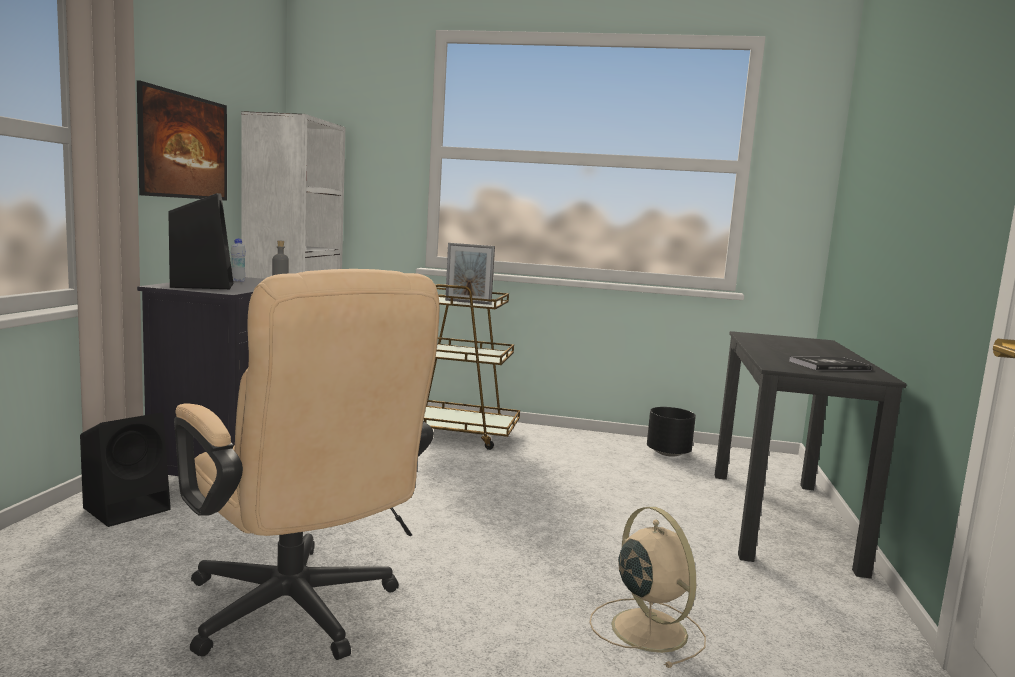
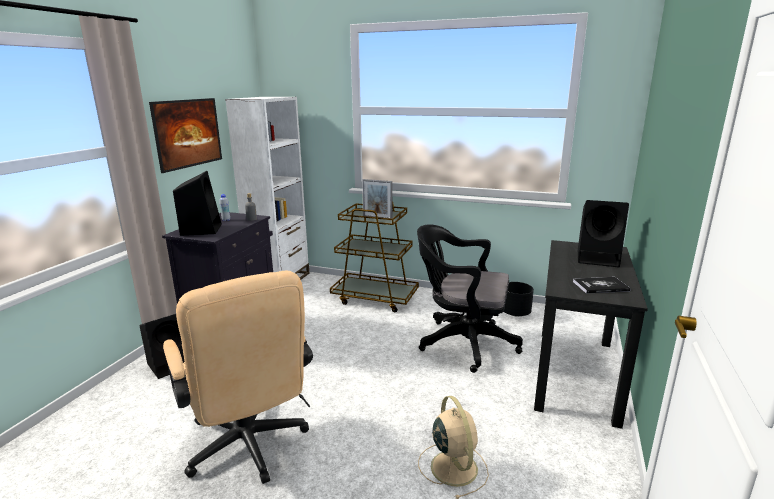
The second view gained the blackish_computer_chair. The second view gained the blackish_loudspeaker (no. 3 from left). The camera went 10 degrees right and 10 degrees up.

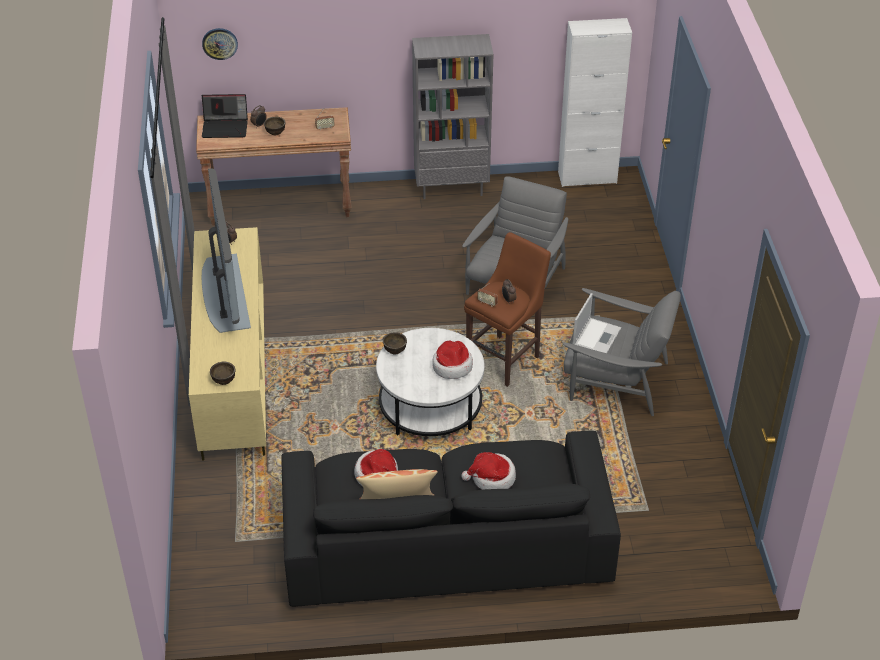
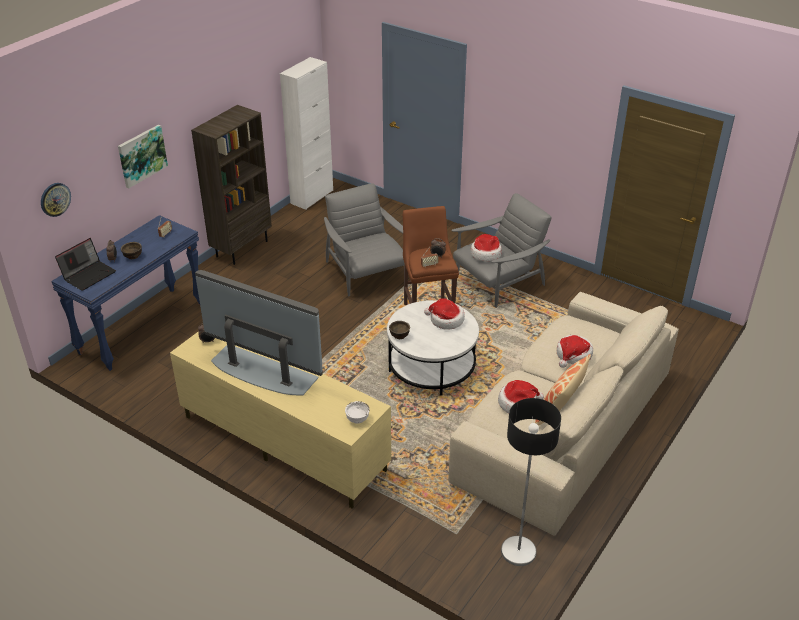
What was the brownish_hall_table turned into the blue_hall_table. What was the brownish_bowl (no. 1 from left) turned into the white-coloured_bowl. What was the blackish_couch turned into the beige-coloured_couch. What was the grey_bookshelf turned into the brownish_bookshelf. Where the notebook_computer (no. 2 from left) stood, the clothing_hat (no. 2 from left) came to stand. The second view gained the wall_art. The second view gained the standard_lamp. The camera went 50 degrees left and 5 degrees down.

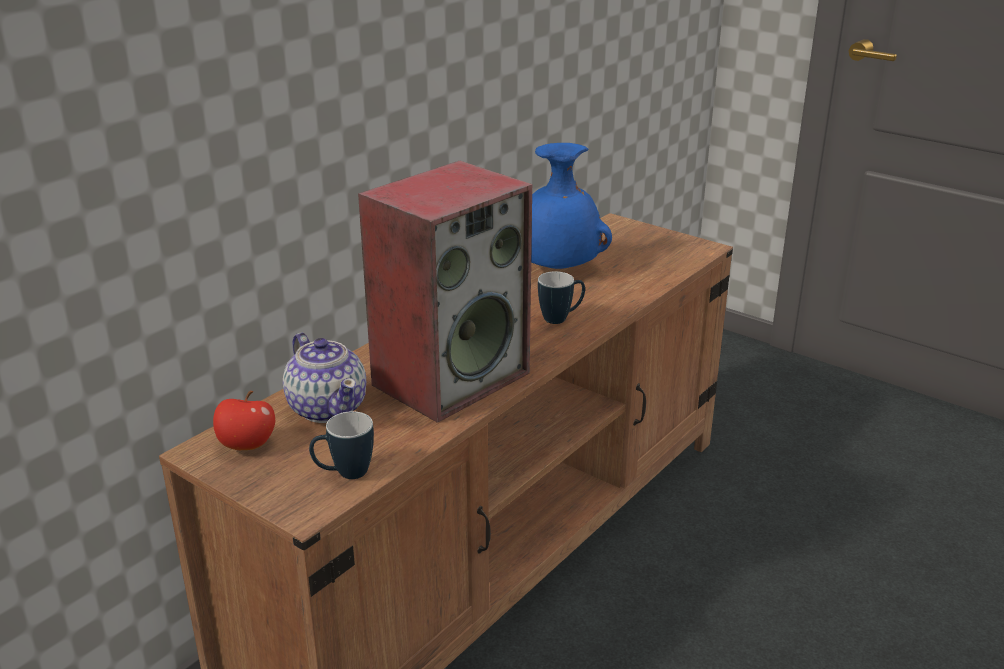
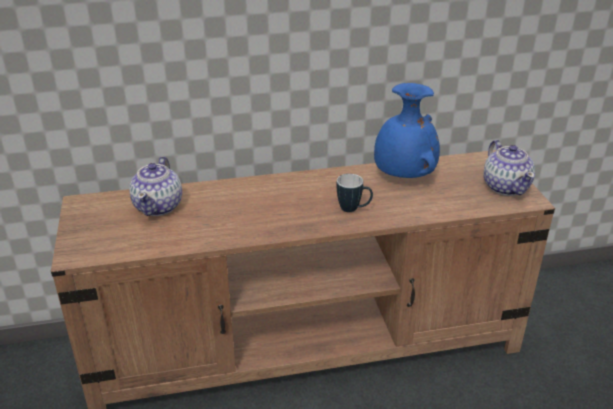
The second view lost the apple_fruit. The second view lost the mug (no. 1 from left). The second view lost the loudspeaker. The second view gained the tea_pot (no. 2 from left). The camera went 40 degrees right and 5 degrees up.

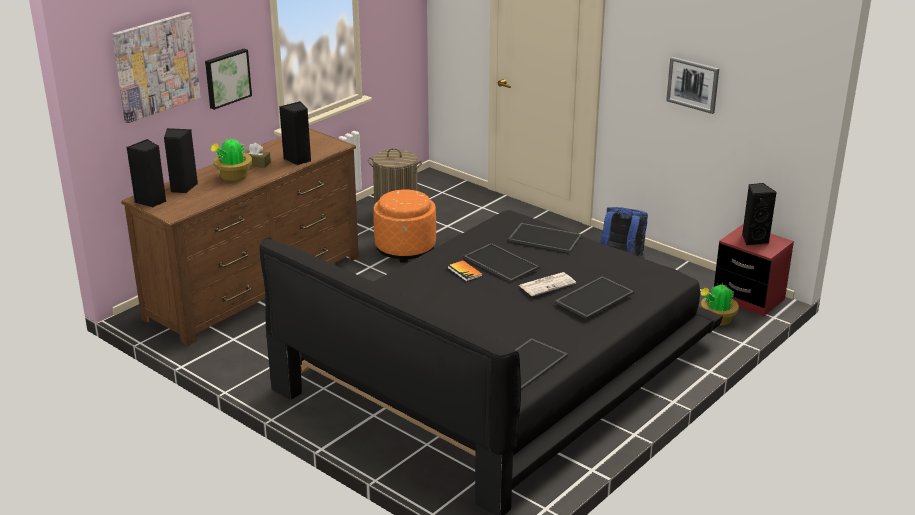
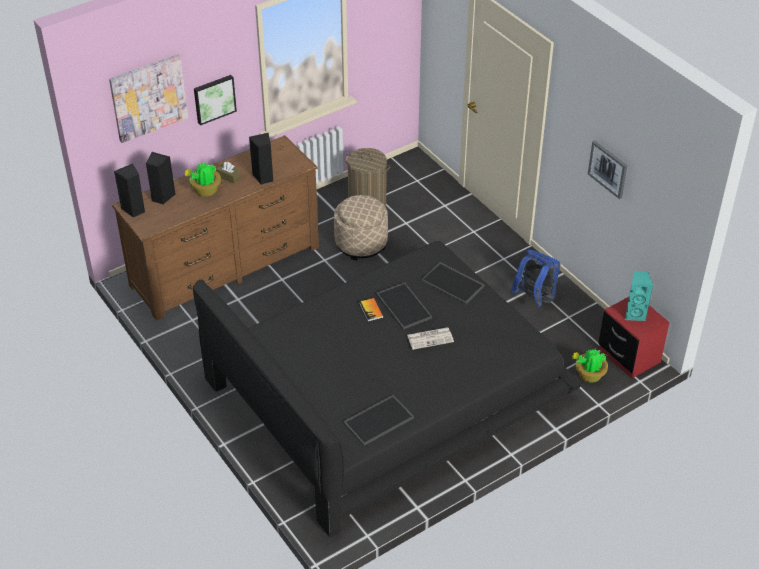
What was the orange-coloured_ottoman turned into the beige-coloured_ottoman. The second view lost the carrying_tray (no. 4 from left). What was the blackish_loudspeaker (no. 4 from left) turned into the turquoise-coloured_loudspeaker. The camera went 15 degrees right and 15 degrees up.

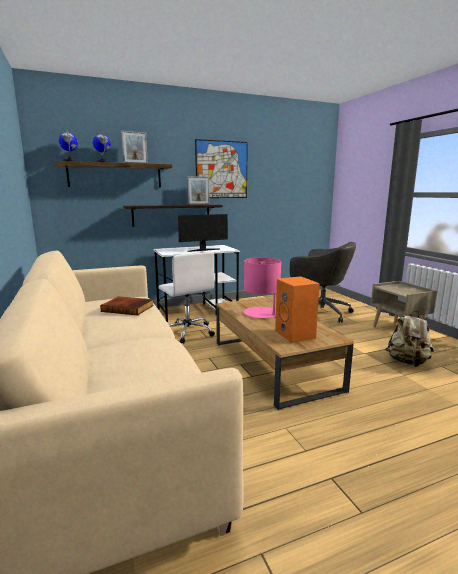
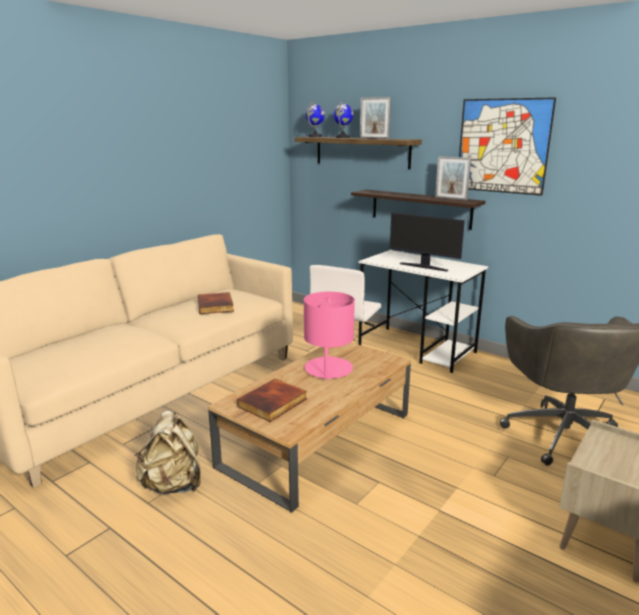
Where the orange-coloured_loudspeaker stood, the bound_book (no. 2 from left) came to stand. The beige-coloured_rucksack ended up elsewhere. The camera went 60 degrees right and 5 degrees up.

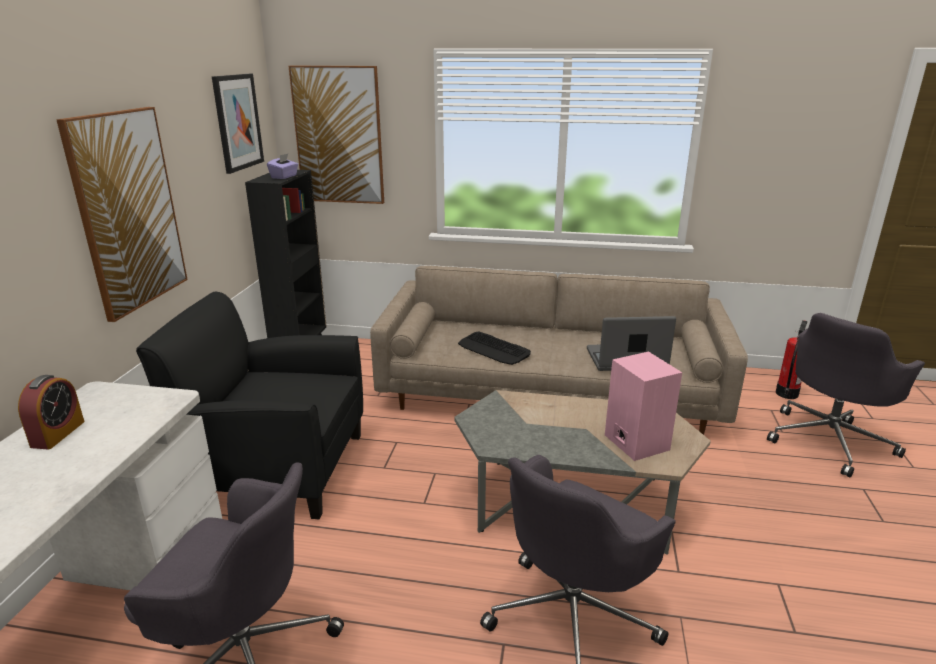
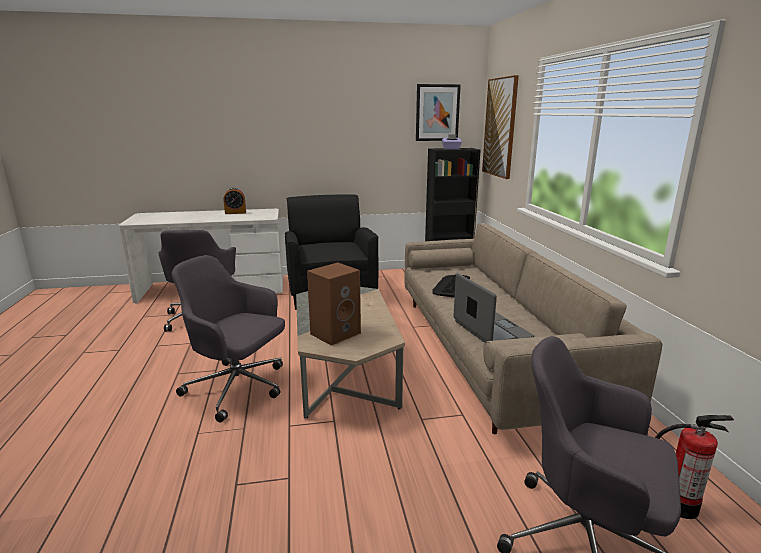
The second view lost the wall_art (no. 1 from left). What was the pink-coloured_loudspeaker turned into the brownish_loudspeaker. The camera went 70 degrees right and 5 degrees down.

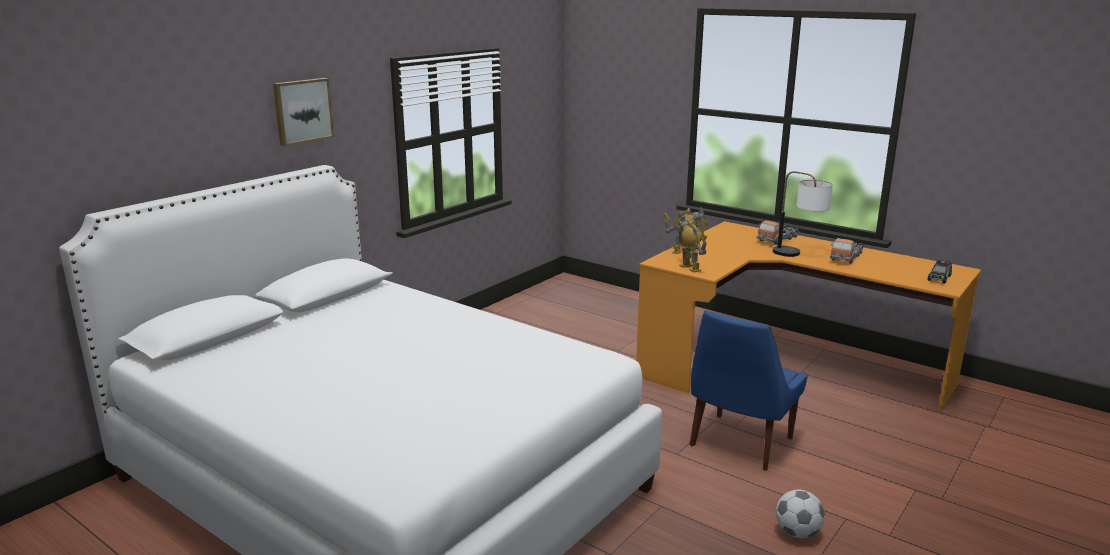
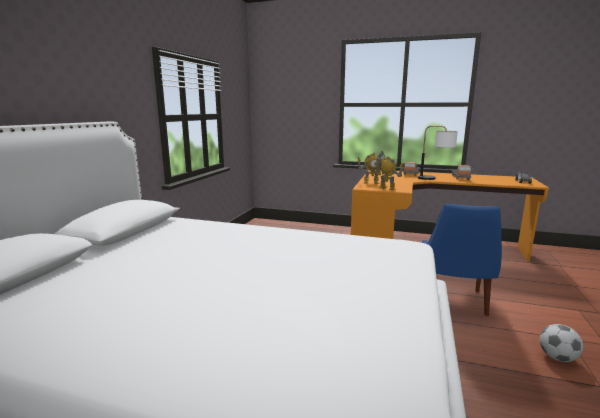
The second view lost the wall_art. The camera went 20 degrees left and 5 degrees down.

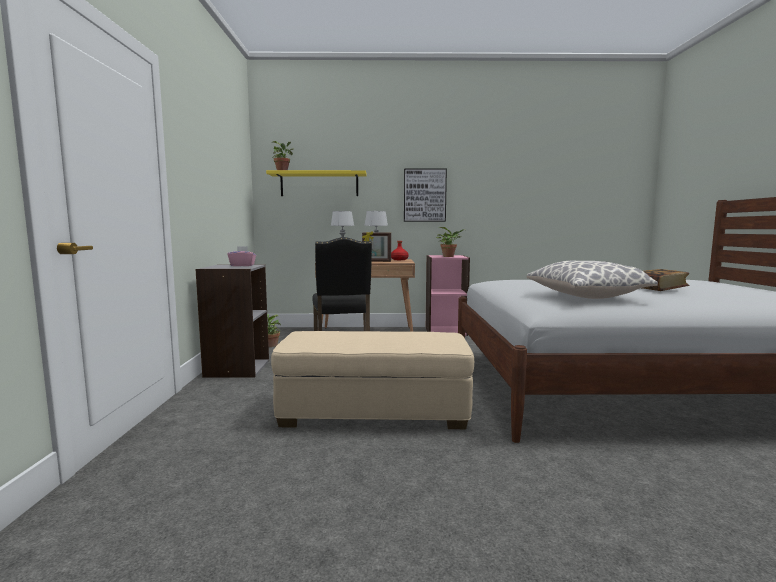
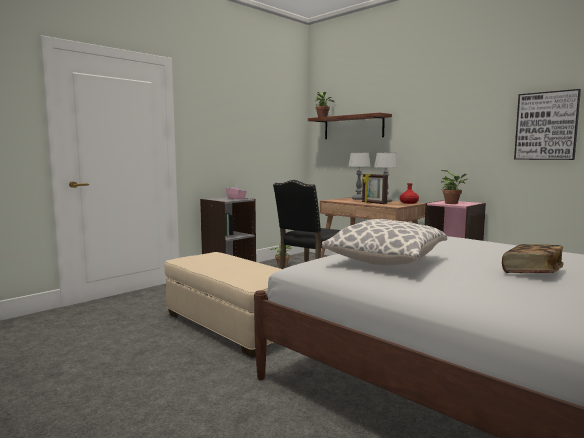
What was the yellow_wall_shelf turned into the brownish_wall_shelf. The wall_art ended up elsewhere. The camera went 45 degrees right and 0 degrees up.

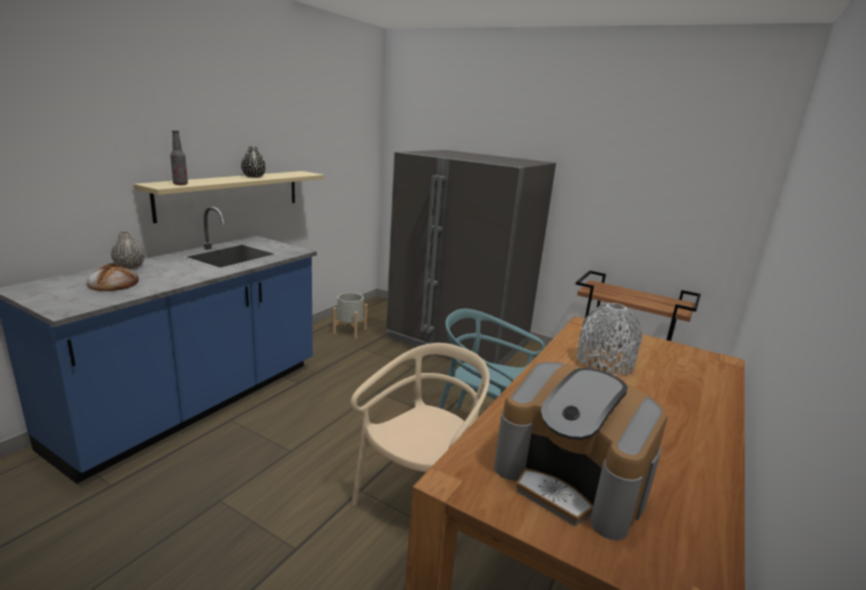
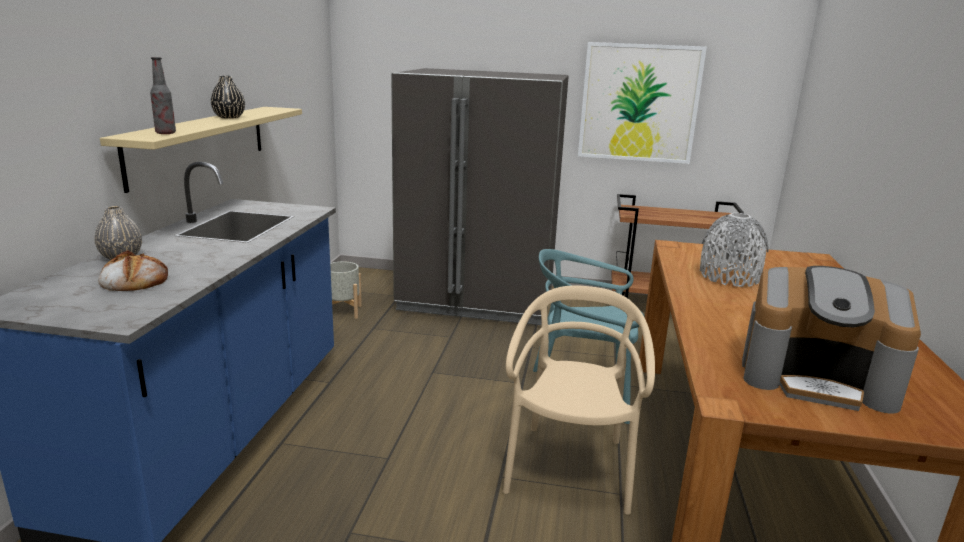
The second view gained the wall_art. The camera went 20 degrees left and 0 degrees up.

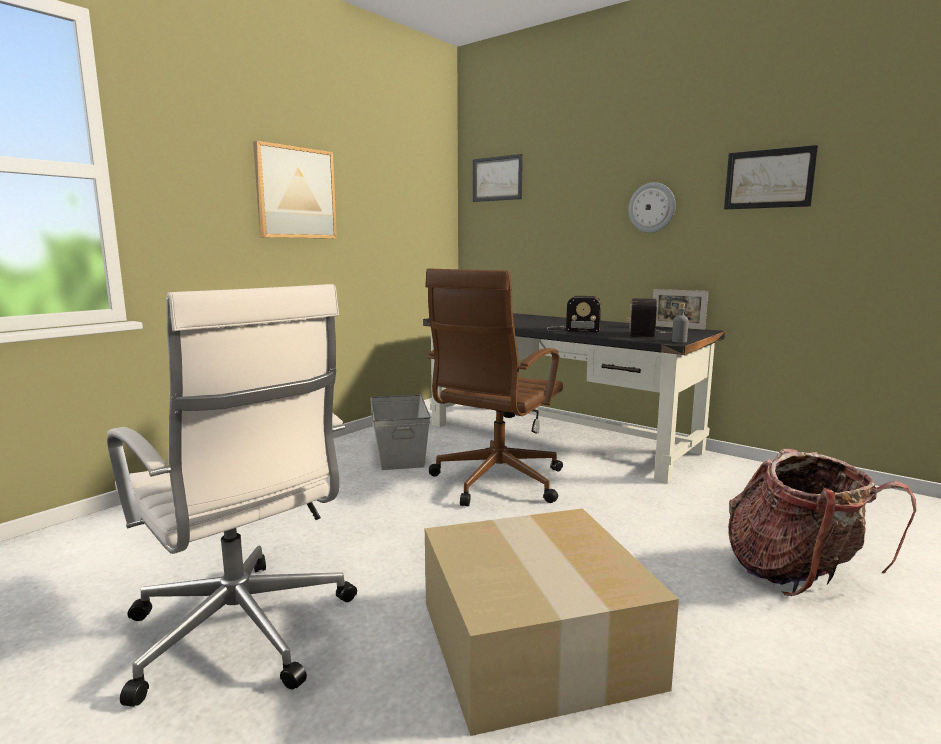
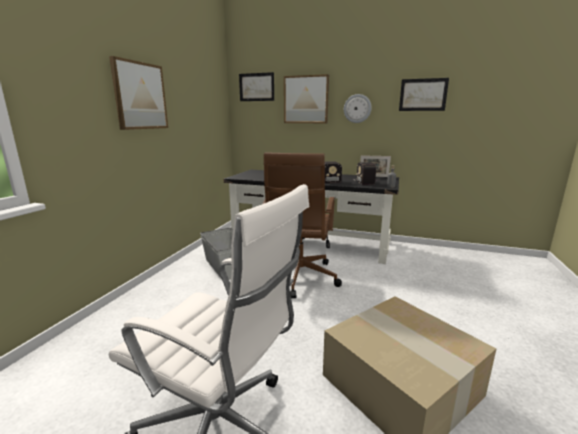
The second view lost the rucksack. The second view gained the wall_art (no. 3 from left). The camera went 20 degrees left and 5 degrees up.

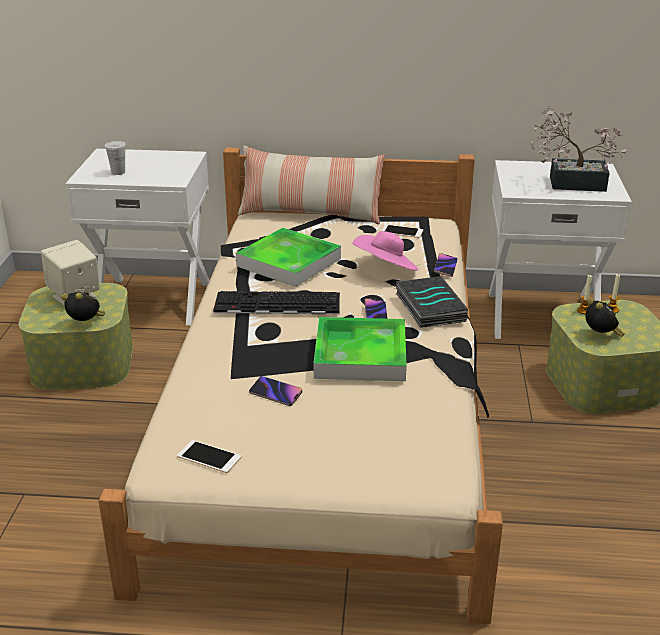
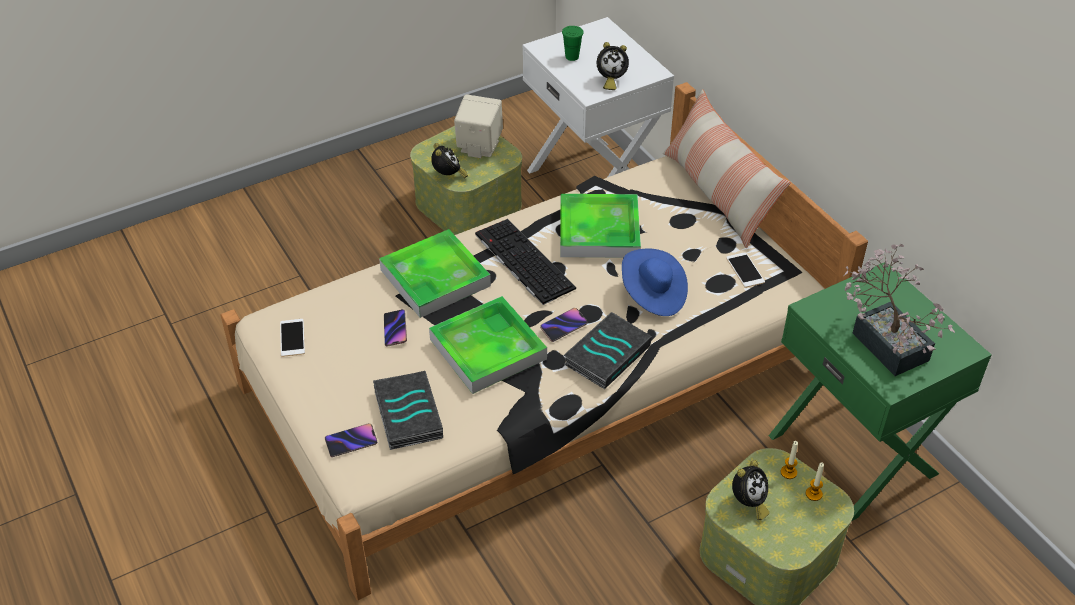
What was the white-coloured_small_cup turned into the green-coloured_small_cup. What was the pink-coloured_clothing_hat turned into the blue_clothing_hat. The telephone (no. 5 from left in the first image) ended up elsewhere. What was the white-coloured_night_table (no. 2 from left) turned into the green-coloured_night_table. The second view gained the bound_book (no. 1 from left). The second view gained the carrying_tray (no. 1 from left). The second view gained the bedside_clock (no. 2 from left). The camera went 55 degrees right and 15 degrees up.

